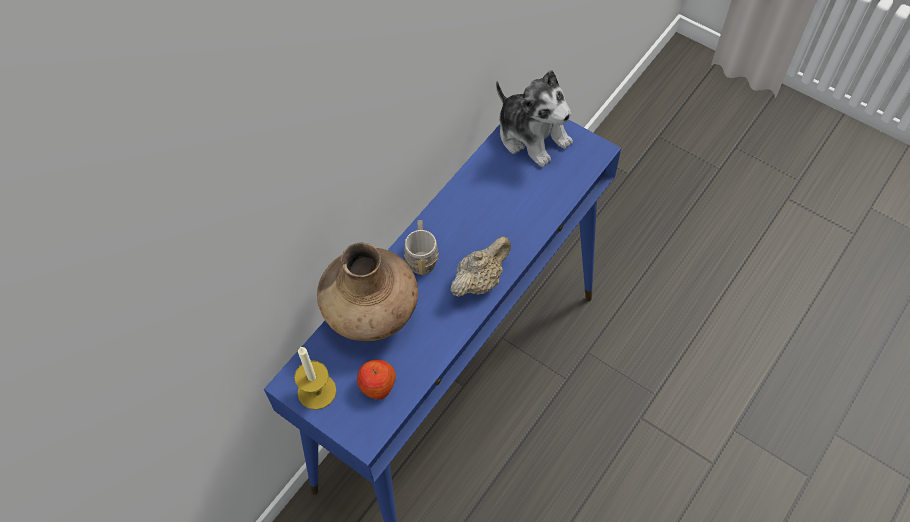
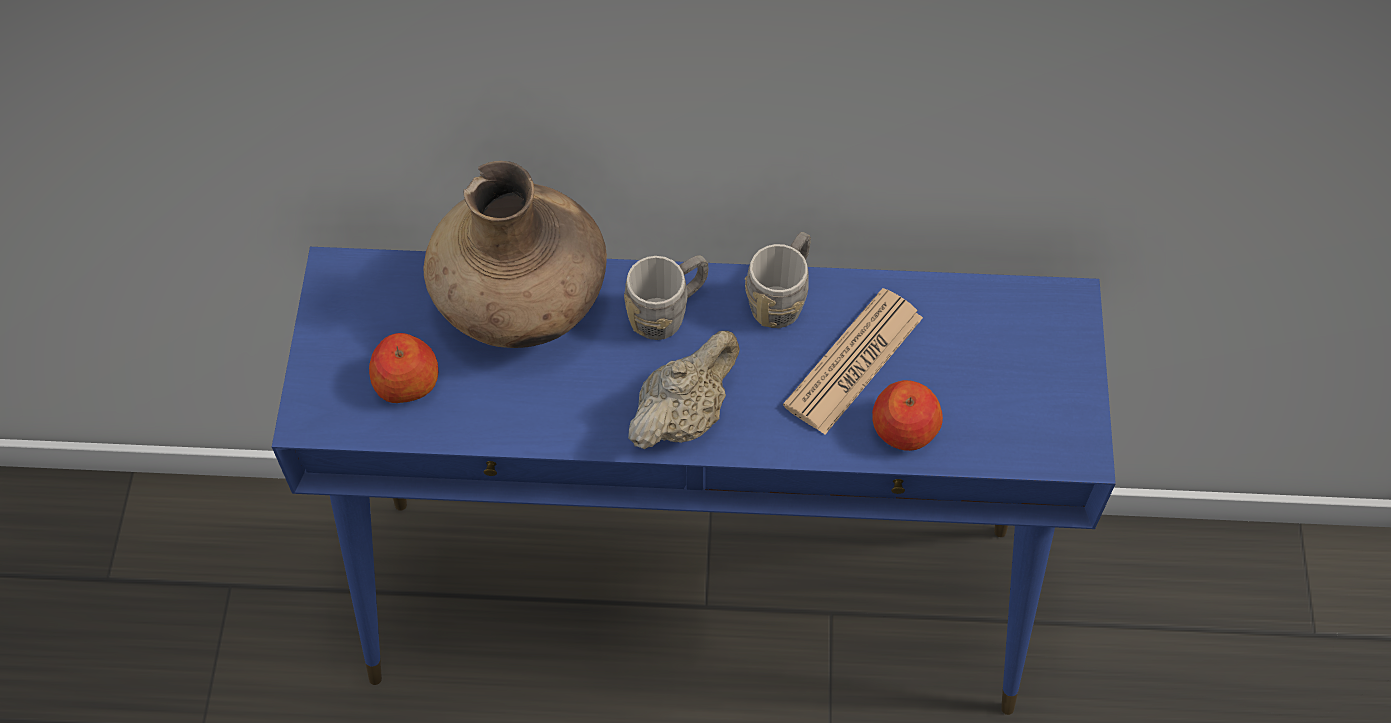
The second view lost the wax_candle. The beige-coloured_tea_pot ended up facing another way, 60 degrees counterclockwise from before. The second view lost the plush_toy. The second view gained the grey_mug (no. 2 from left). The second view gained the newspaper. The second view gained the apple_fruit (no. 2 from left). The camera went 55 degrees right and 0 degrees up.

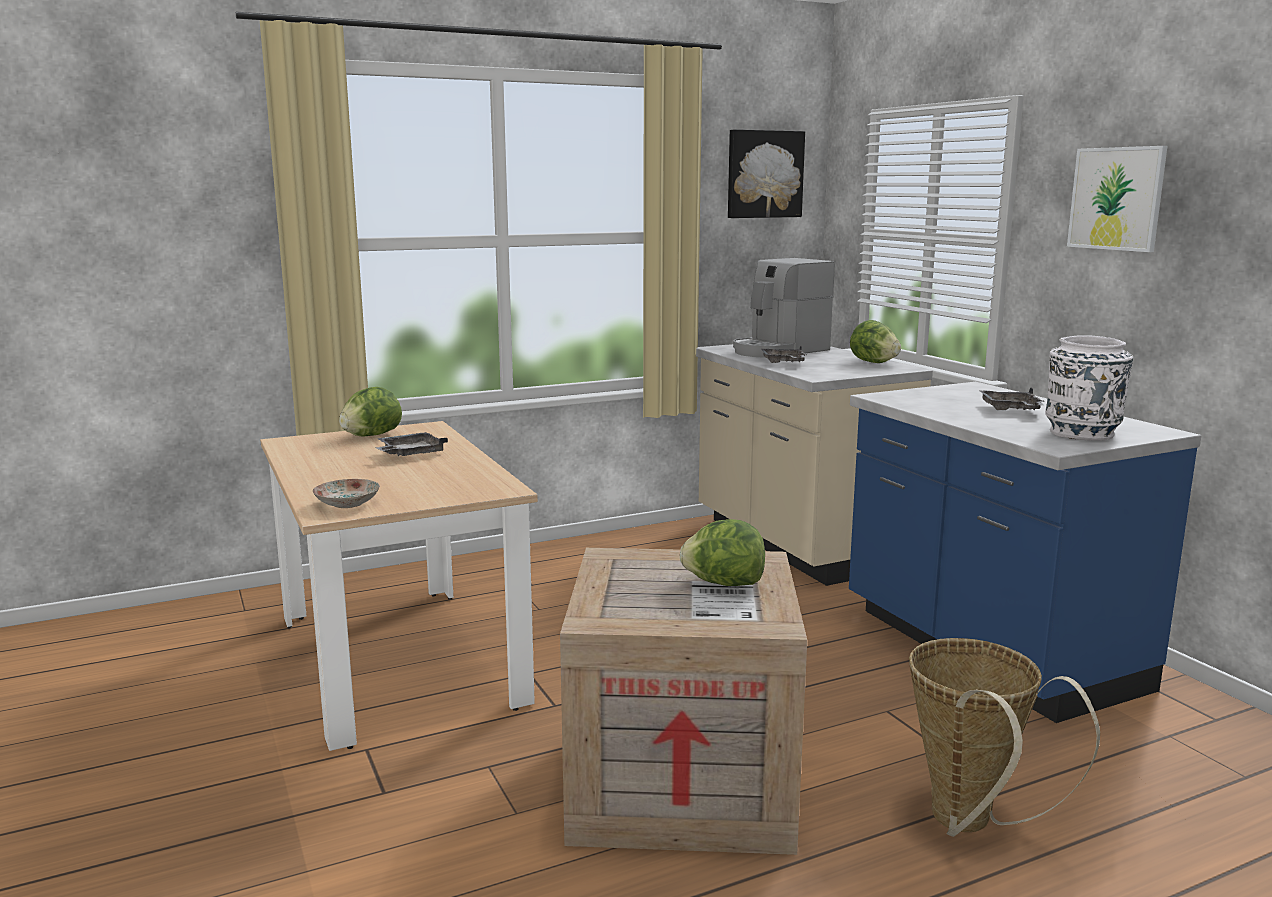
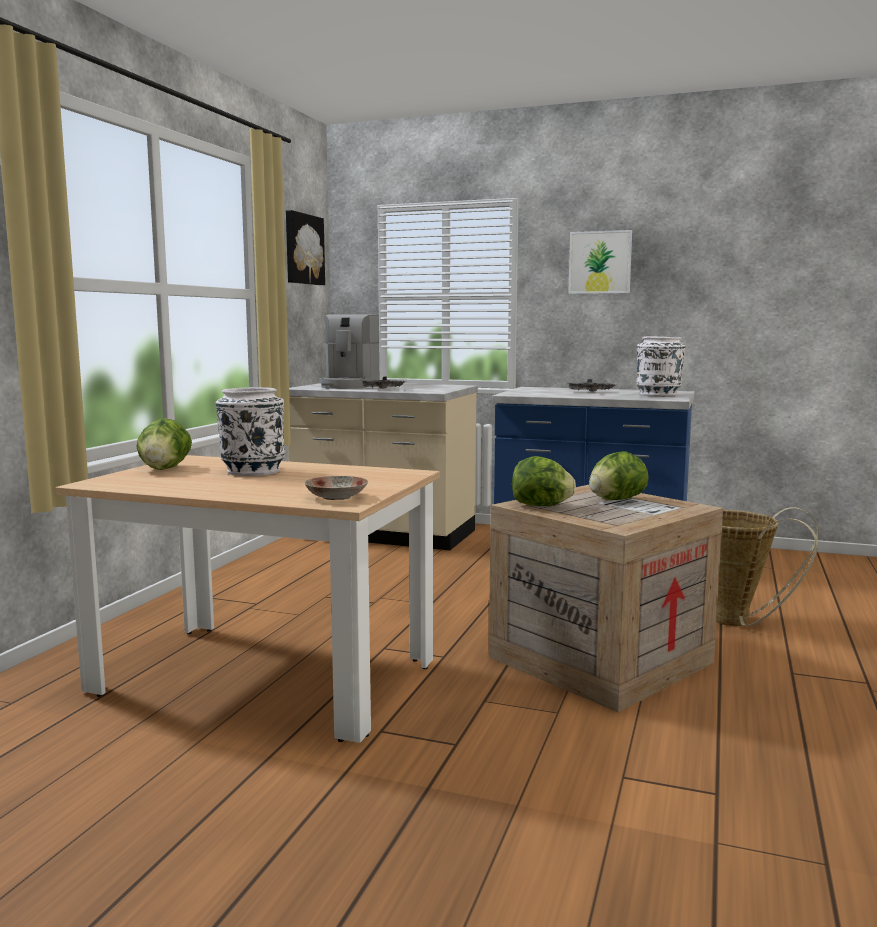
Where the grey_carrying_tray (no. 1 from left) stood, the white-coloured_decorative_vase (no. 1 from left) came to stand. The lettuce_head (no. 3 from left in the first image) ended up elsewhere. The camera went 45 degrees left and 5 degrees down.

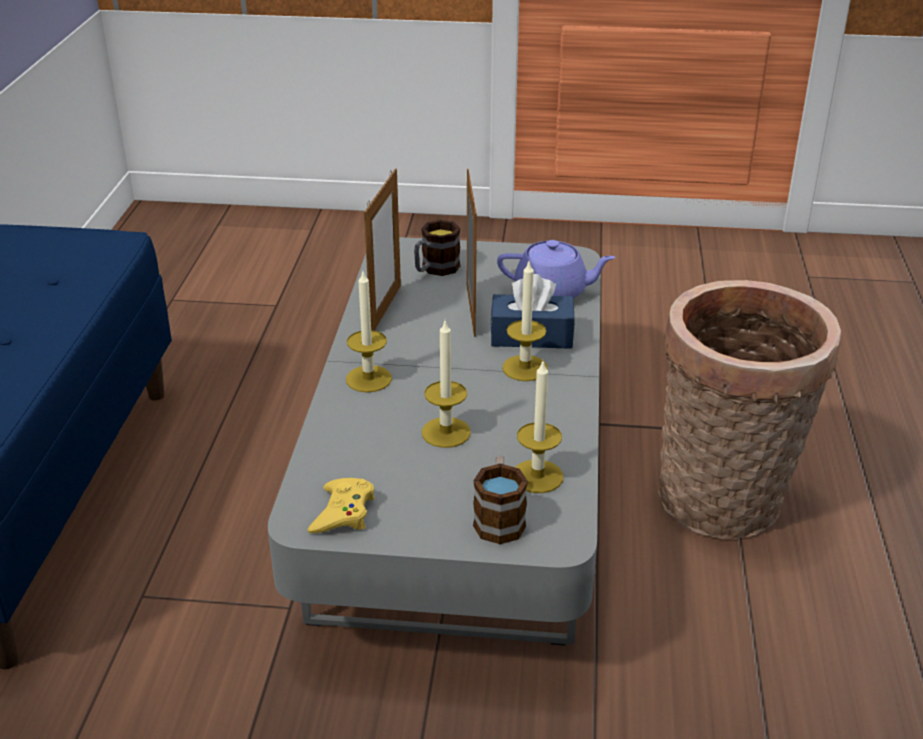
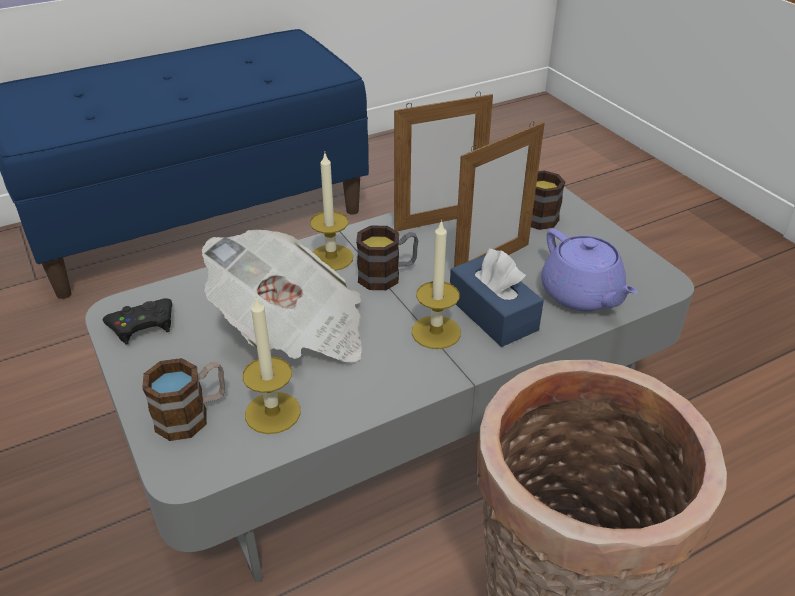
What was the yellow_game_controller turned into the blackish_game_controller. Where the wax_candle (no. 2 from left) stood, the newspaper came to stand. The second view gained the mug (no. 2 from left). The camera went 55 degrees right and 5 degrees up.

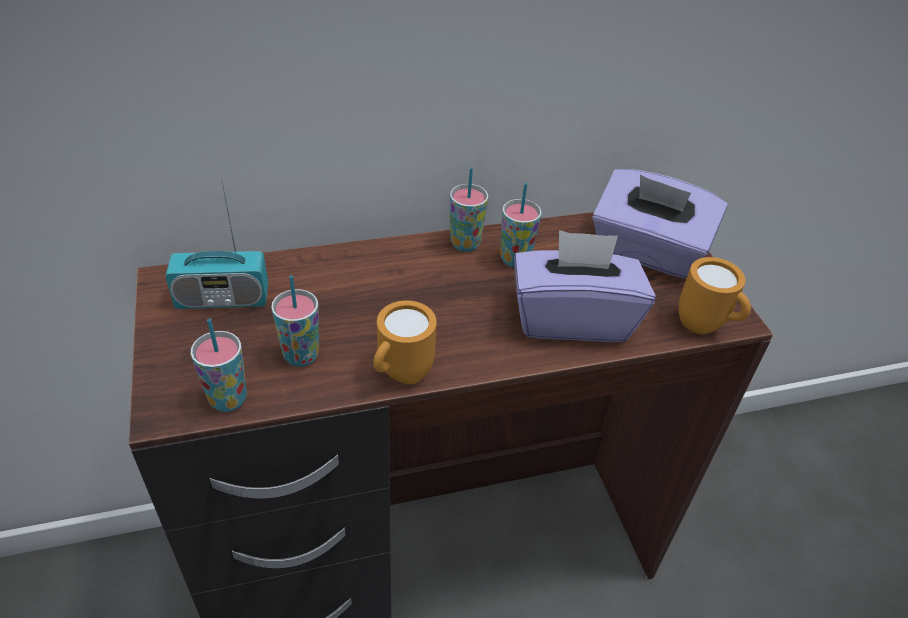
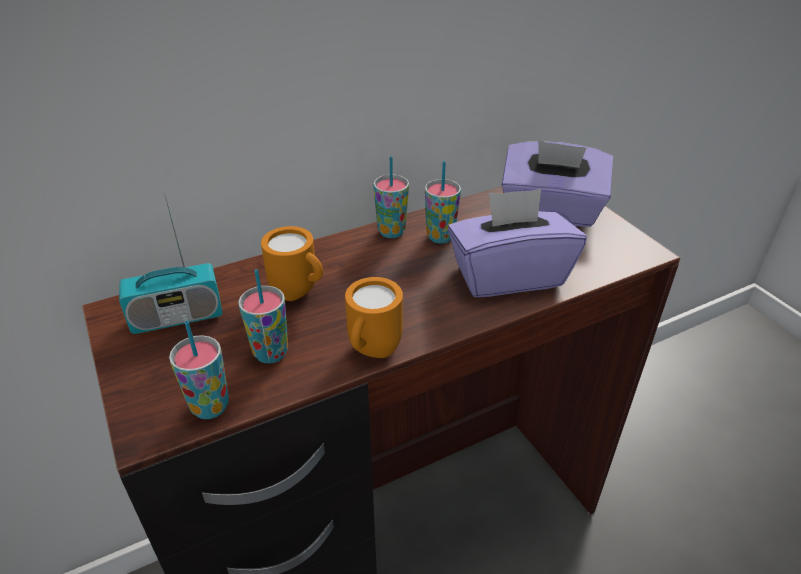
The orange-coloured_mug (no. 2 from left in the first image) ended up elsewhere. The camera went 10 degrees left and 5 degrees down.

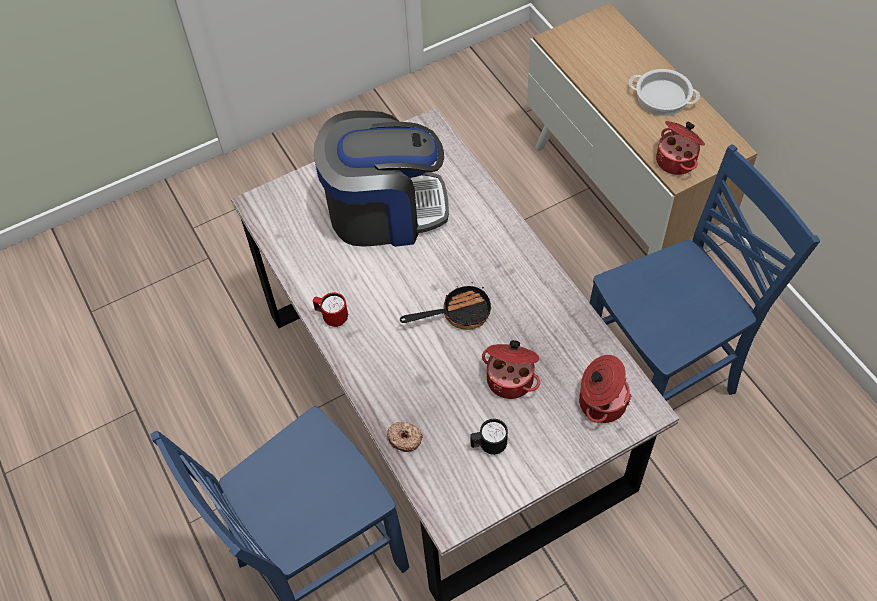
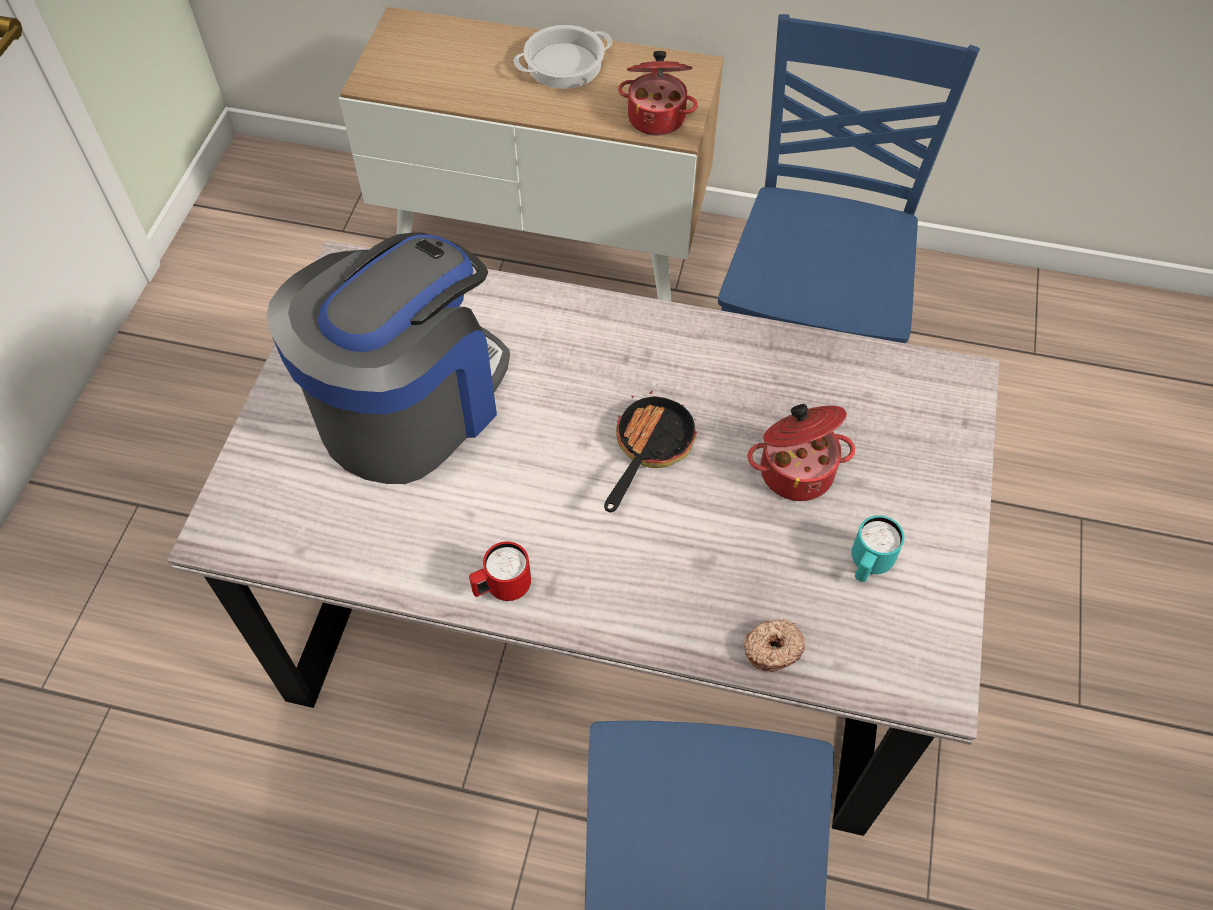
What was the blackish_mug turned into the turquoise-coloured_mug. The second view lost the stockpot (no. 2 from left). The camera went 50 degrees left and 0 degrees up.

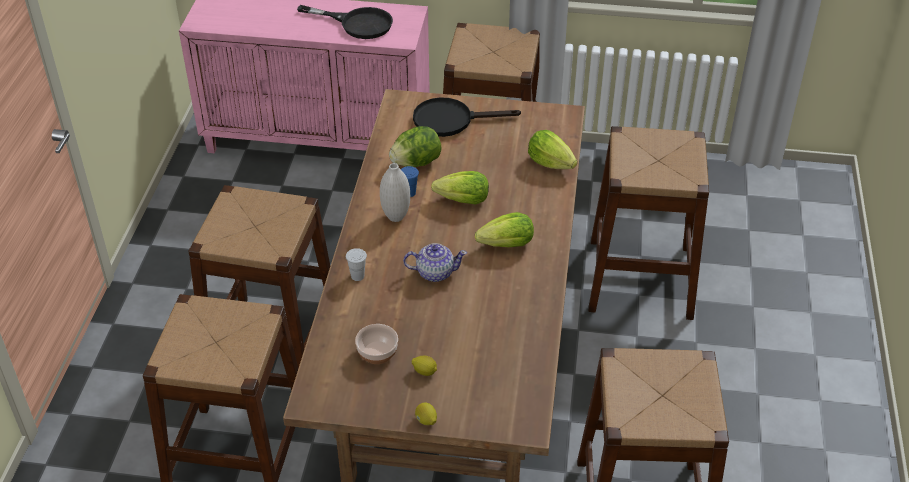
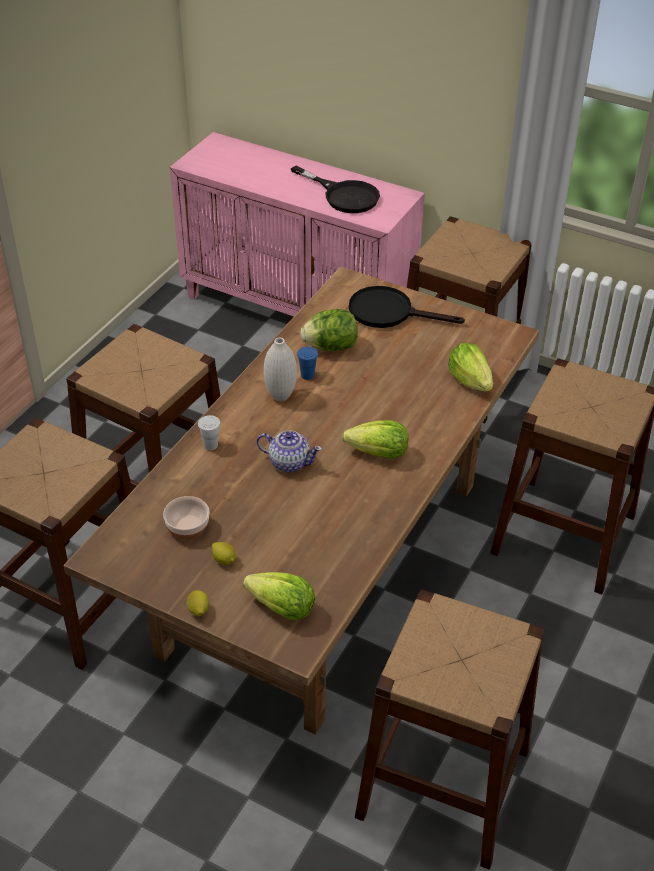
The lettuce_head (no. 2 from left in the first image) ended up elsewhere. The camera went 20 degrees right and 0 degrees up.

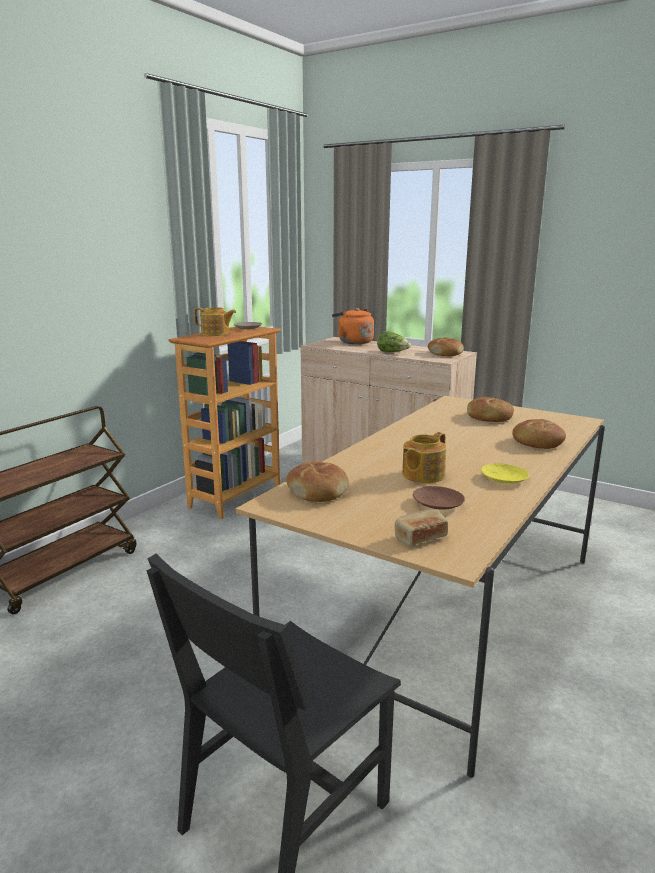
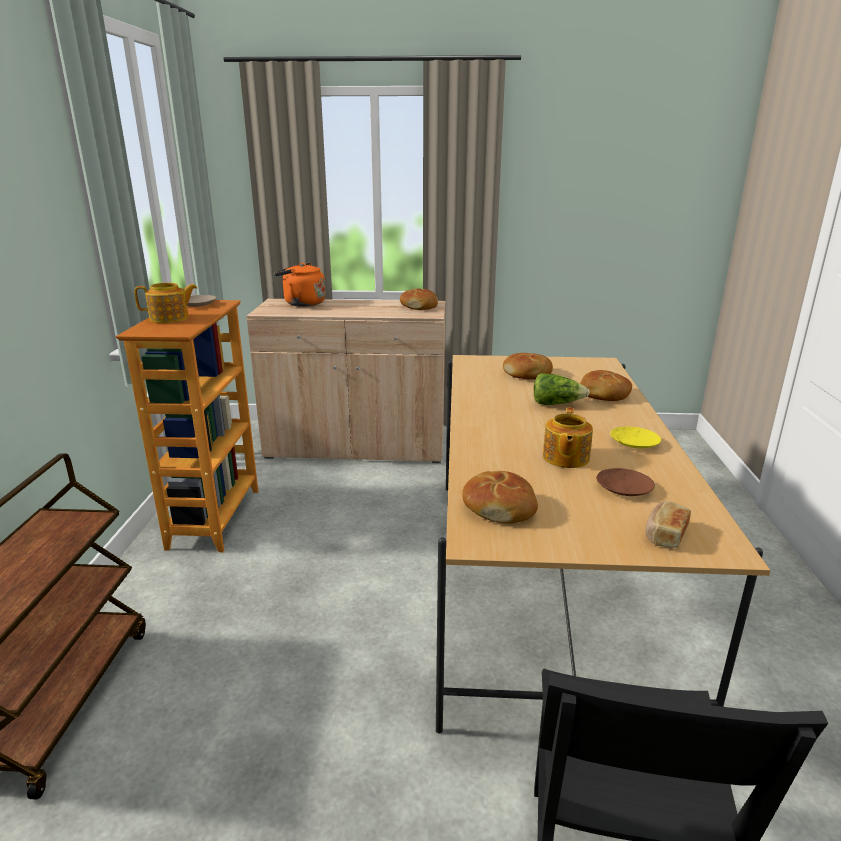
The lettuce_head ended up elsewhere. The camera went 30 degrees left and 5 degrees up.

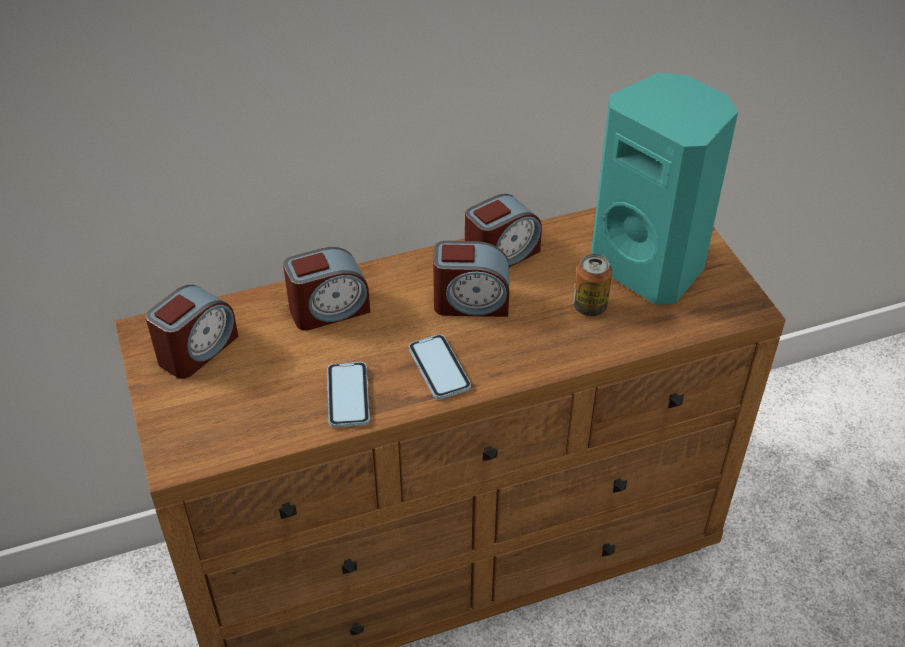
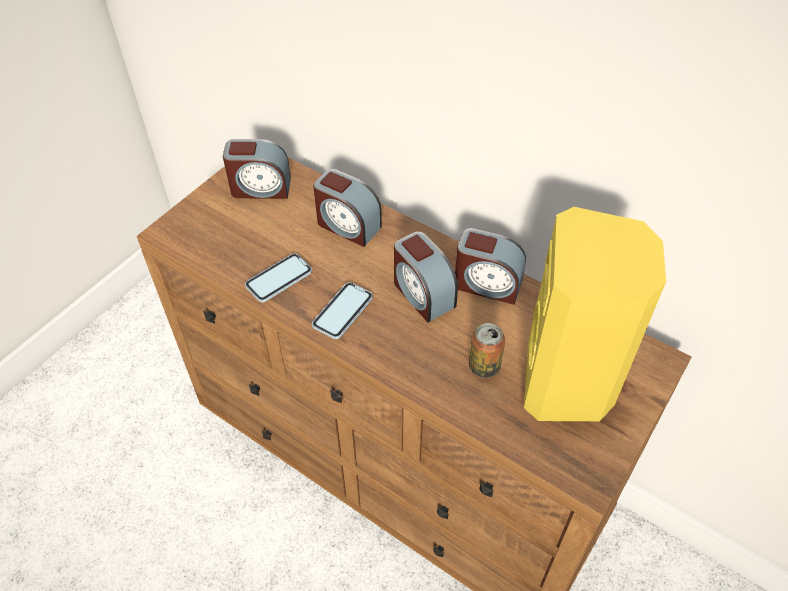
What was the turquoise-coloured_loudspeaker turned into the yellow_loudspeaker. The camera went 55 degrees right and 5 degrees up.

